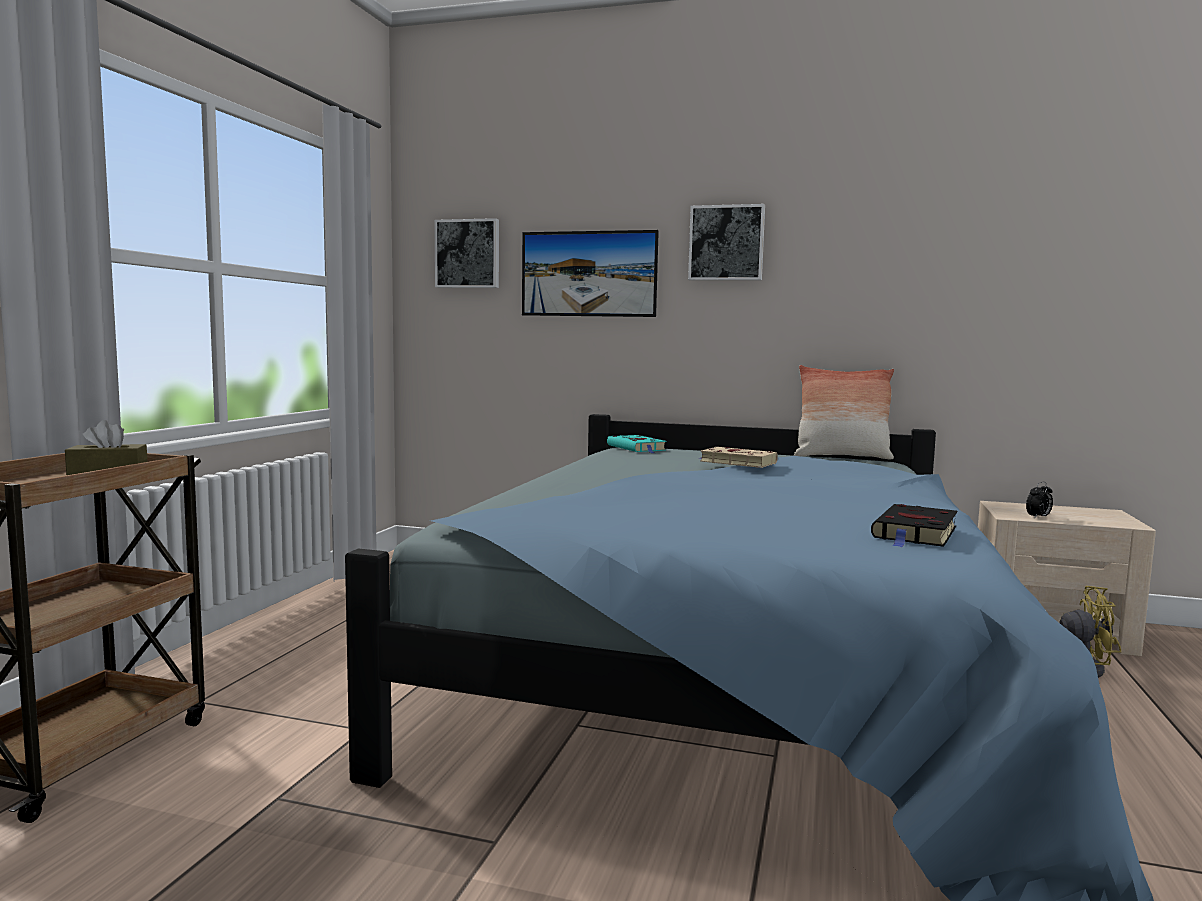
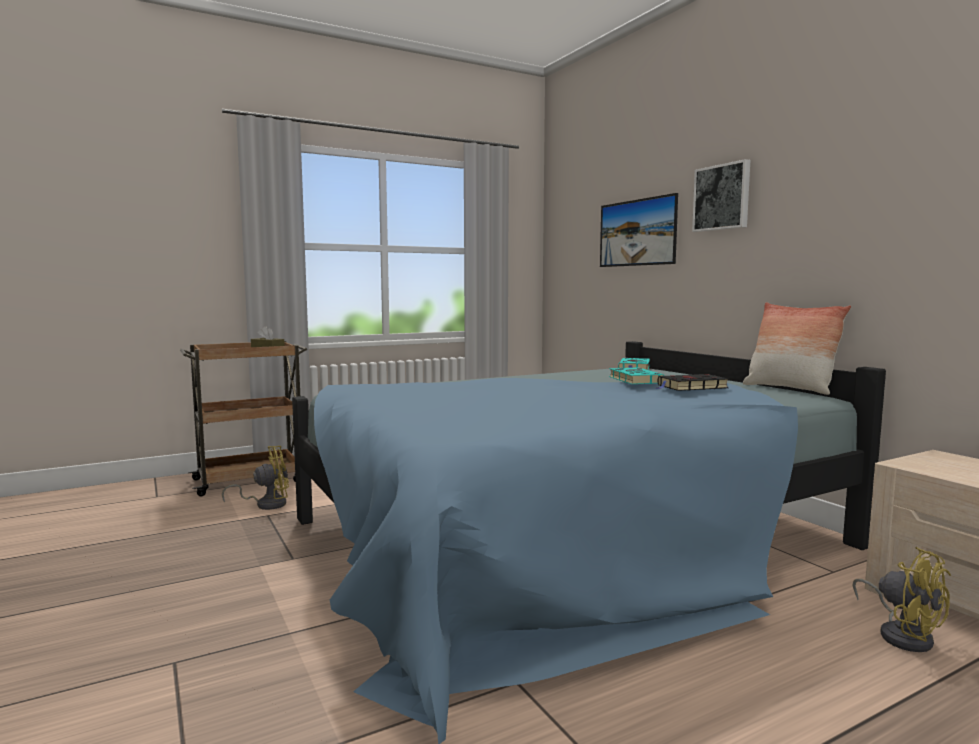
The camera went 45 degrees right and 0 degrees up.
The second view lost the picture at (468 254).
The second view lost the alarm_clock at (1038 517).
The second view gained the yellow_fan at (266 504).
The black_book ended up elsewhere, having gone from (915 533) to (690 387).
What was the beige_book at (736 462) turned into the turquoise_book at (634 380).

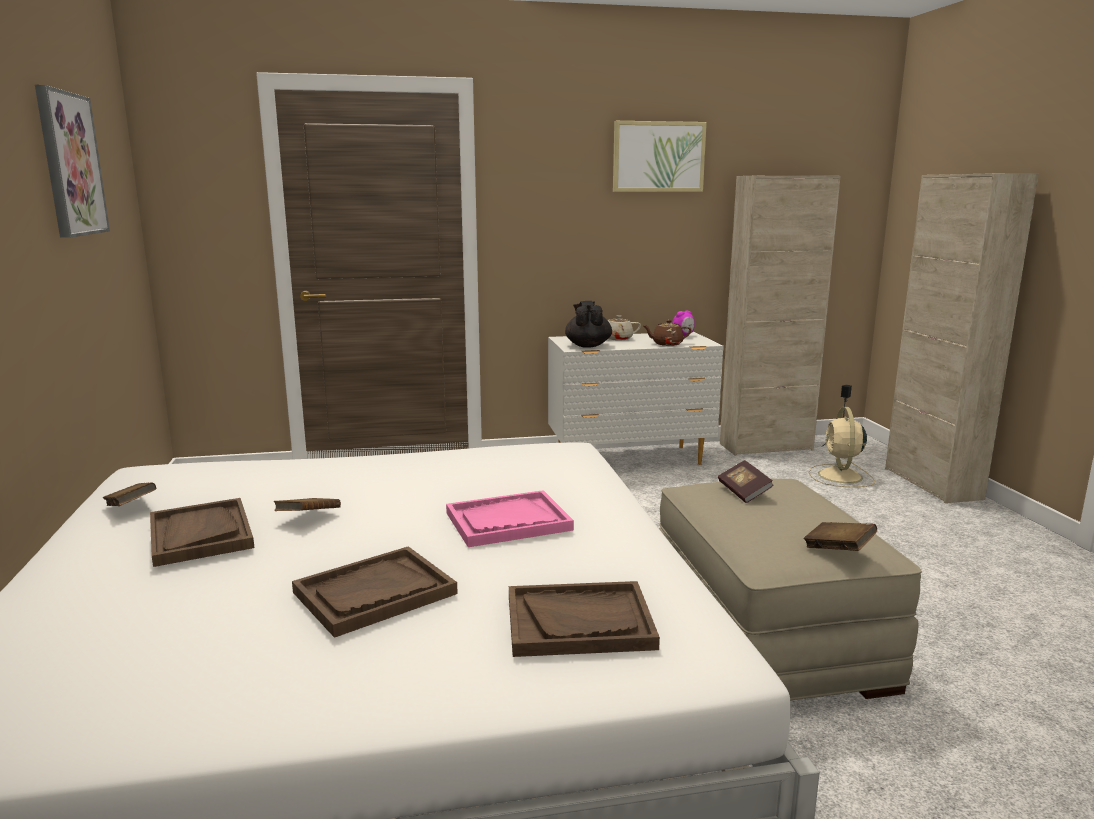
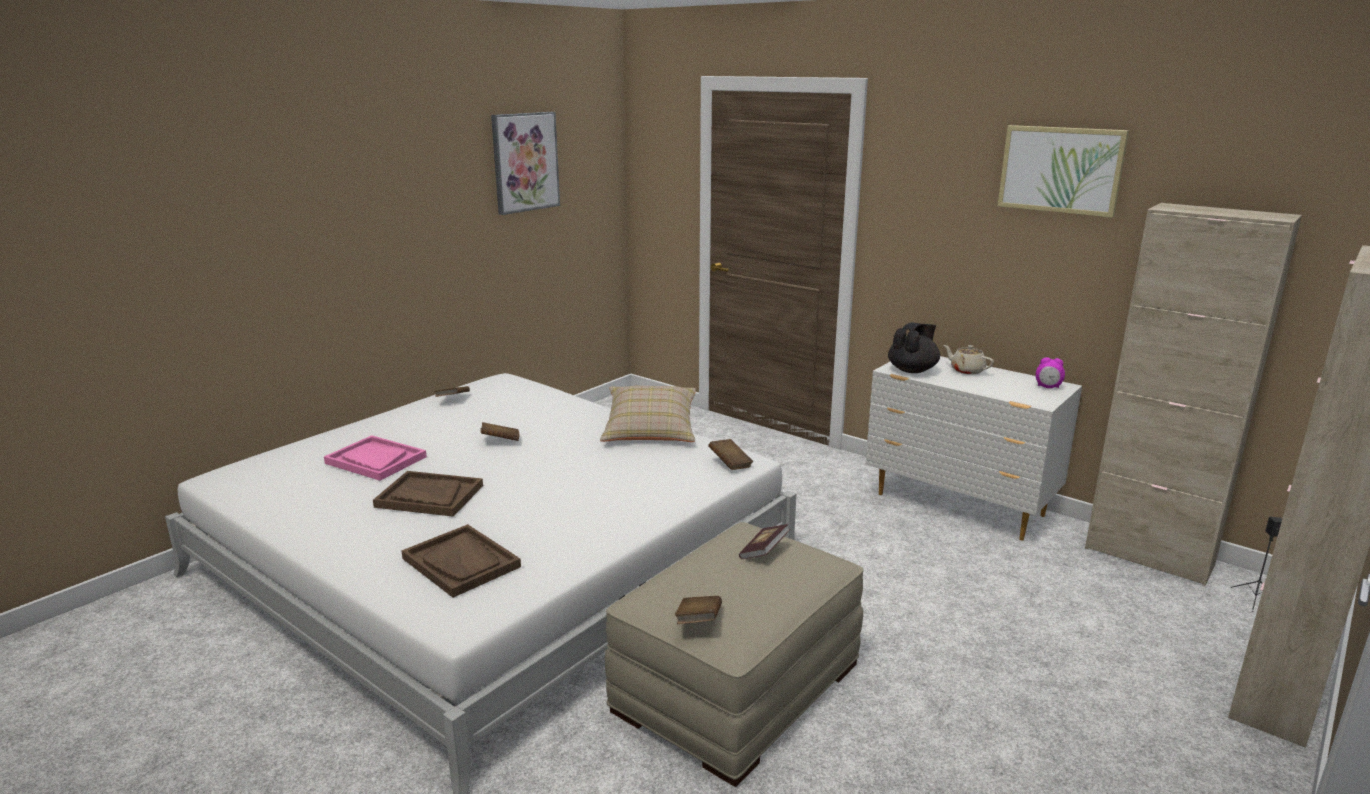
The camera went 50 degrees right and 5 degrees up.
The second view lost the brown_tray at (200 534).
The second view lost the brown_teapot at (666 344).
The second view lost the beige_fan at (840 476).
The second view gained the beige_pillow at (650 431).
The second view gained the brown_book at (730 464).
The pink_tray ended up elsewhere, having gone from (508 522) to (375 460).

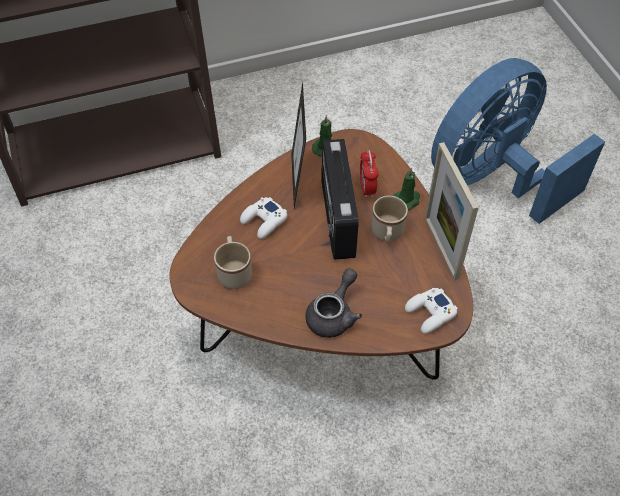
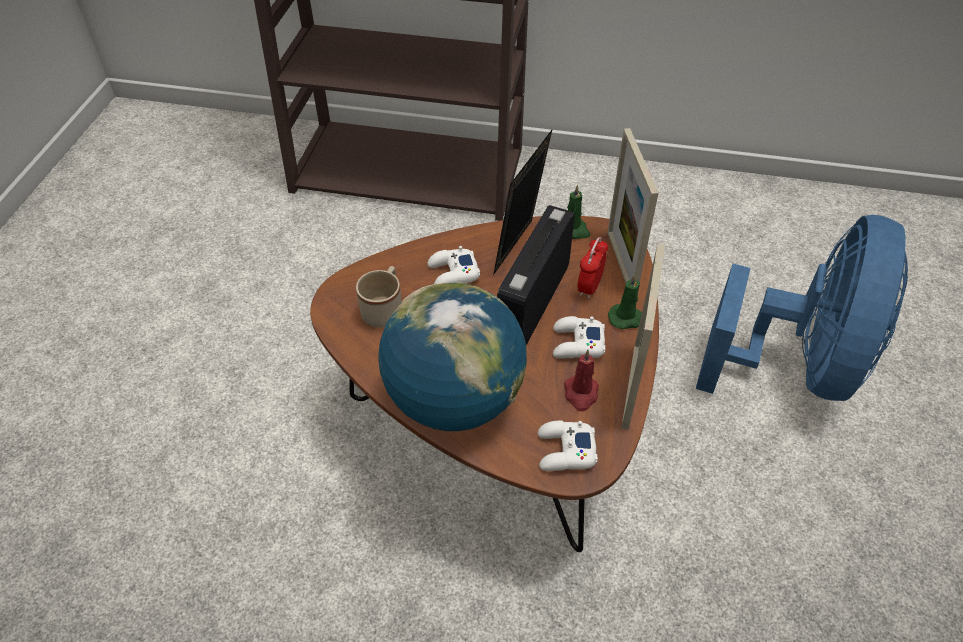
The camera went 30 degrees right and 5 degrees down.
The second view gained the red_candle at (581 394).
The second view gained the picture_frame at (621 263).
Where the grey_teapot stood at (334 315), the globe came to stand at (454 400).
Where the beige_mug stood at (387 234), the white_game_controller came to stand at (577 344).
The blue_fan at (493 179) ended up facing another way, 120 degrees clockwise from before.

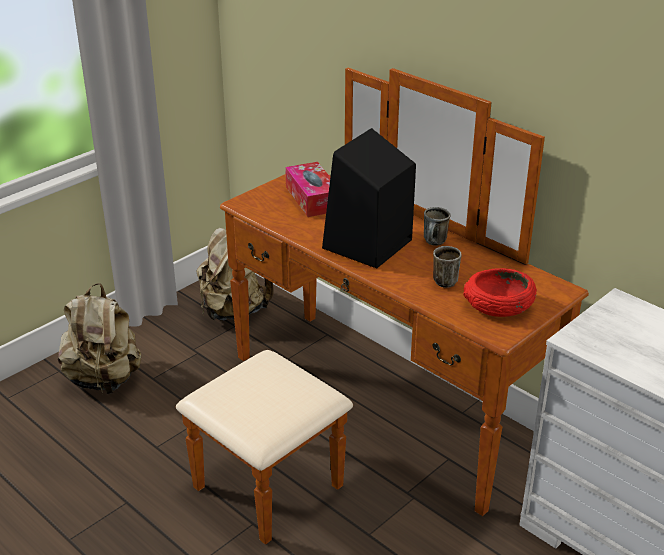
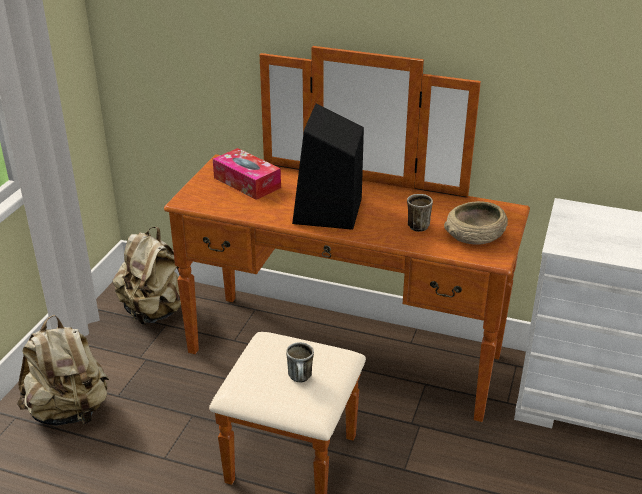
The camera went 25 degrees left and 0 degrees up.
The mug ended up elsewhere, having gone from (435 243) to (301 379).
What was the red_bowl at (499 306) turned into the beige_bowl at (475 235).

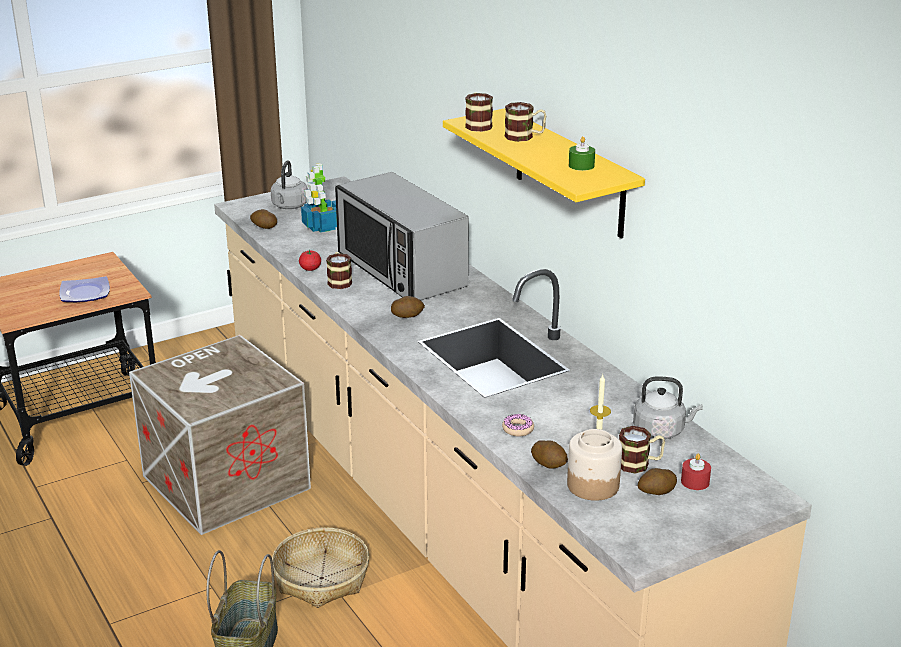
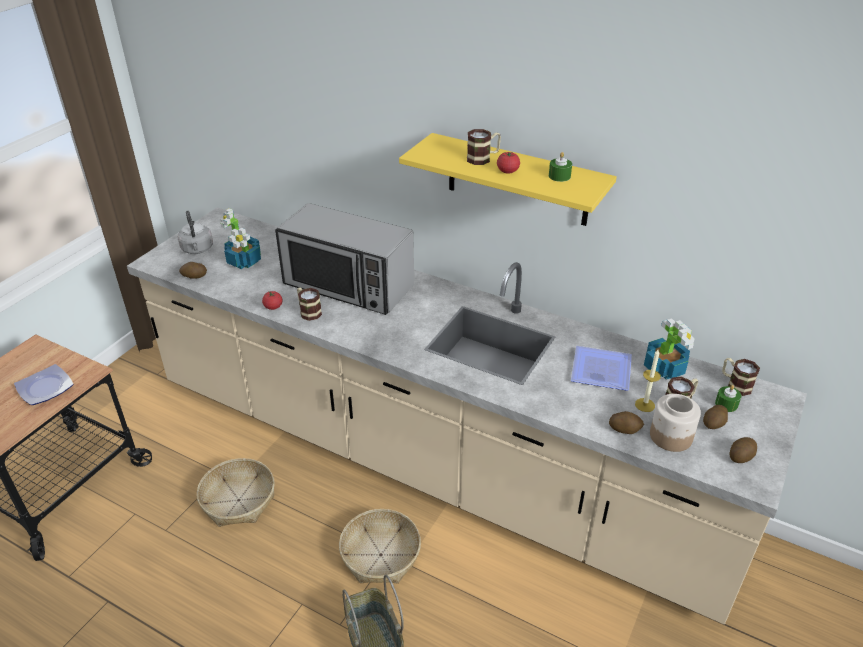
The camera went 30 degrees left and 10 degrees up.
The second view lost the donut at (518 429).
The second view gained the tomato at (507 171).
The second view gained the plate at (603 369).
The potato ended up elsewhere, having gone from (407 315) to (741 456).
The mug ended up elsewhere, having gone from (477 125) to (735 384).
Where the crate stood at (226 482), the basket came to stand at (238 500).
Where the grey_kettle stood at (661 431), the potted_plant came to stand at (664 368).
What was the red_candle at (695 481) turned into the green_candle at (726 404).

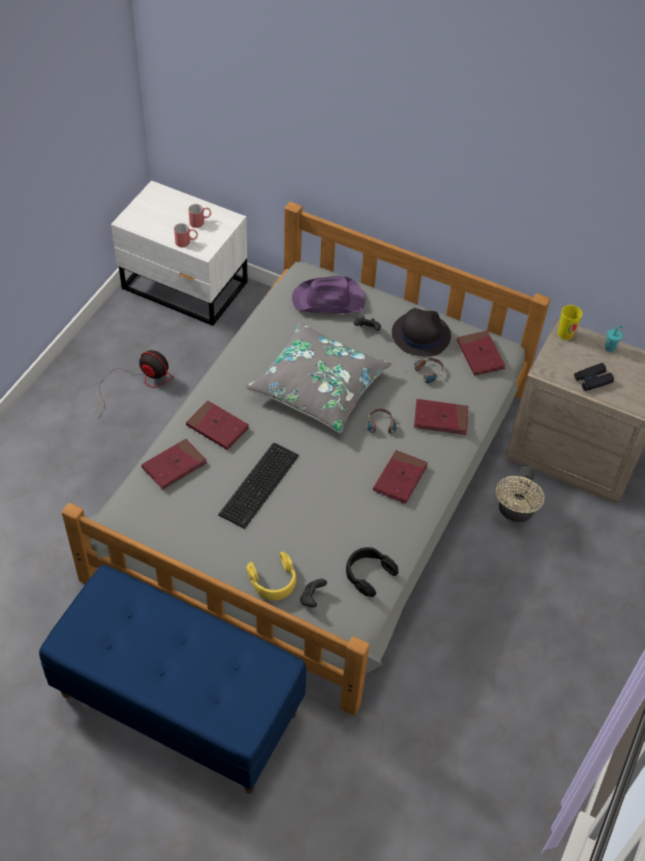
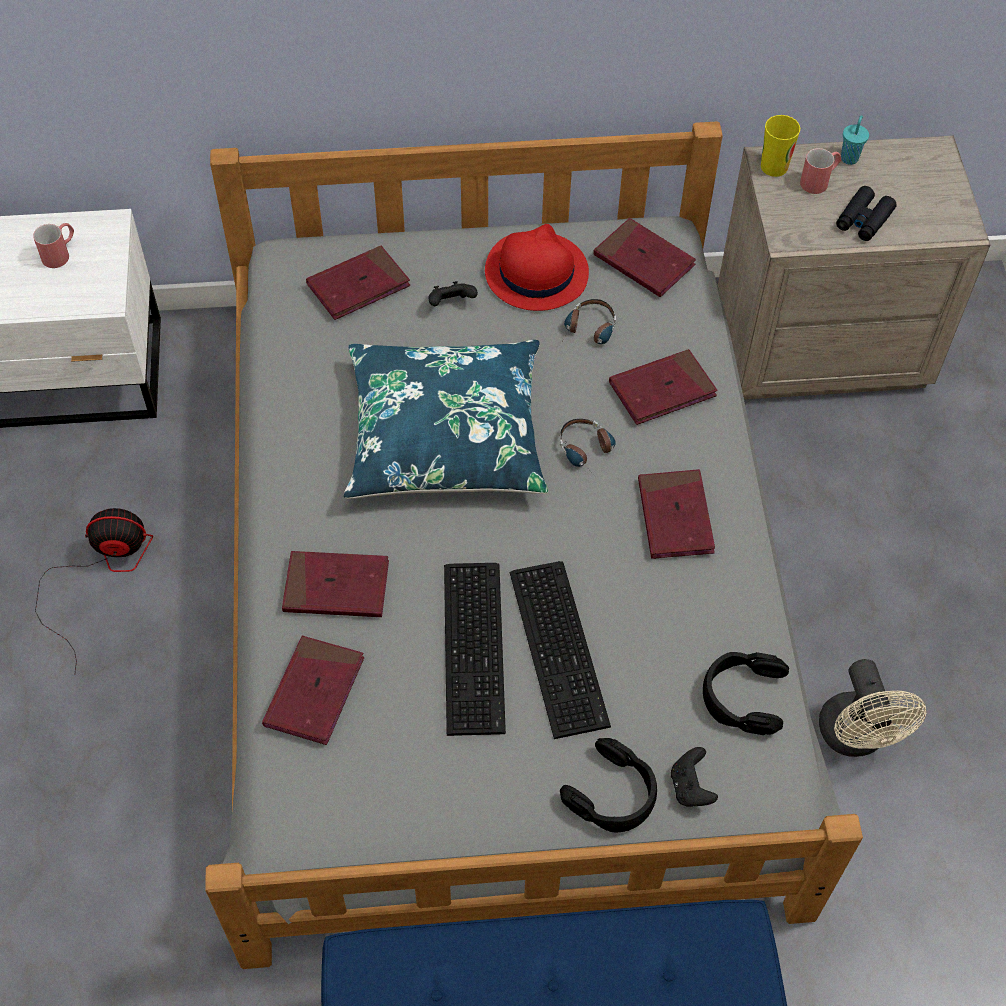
The camera went 30 degrees left and 5 degrees up.
The second view gained the keyboard at (561 645).
The red_mug ended up elsewhere, having gone from (186 242) to (819 180).
The beige_fan ended up elsewhere, having gone from (515 513) to (856 738).
Where the purple_hat stood at (329 301), the red_book came to stand at (358 286).
What was the grey_pillow at (318 386) turned into the blue_pillow at (445 434).
What was the yellow_headphones at (273 581) turned into the black_headphones at (613 794).
What was the black_hat at (420 334) turned into the red_hat at (535 272).

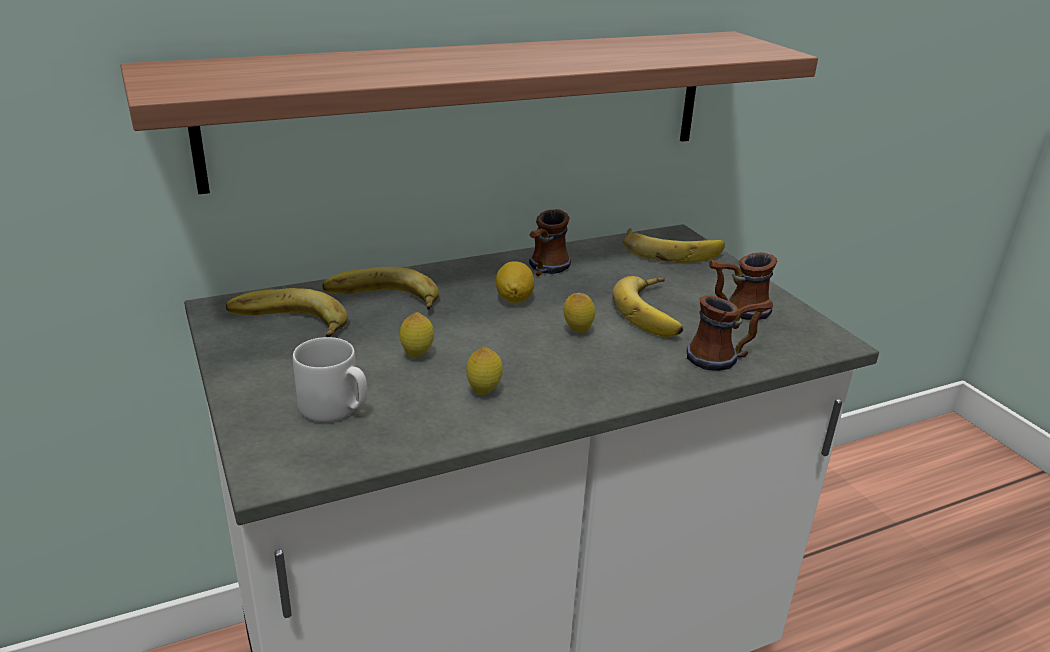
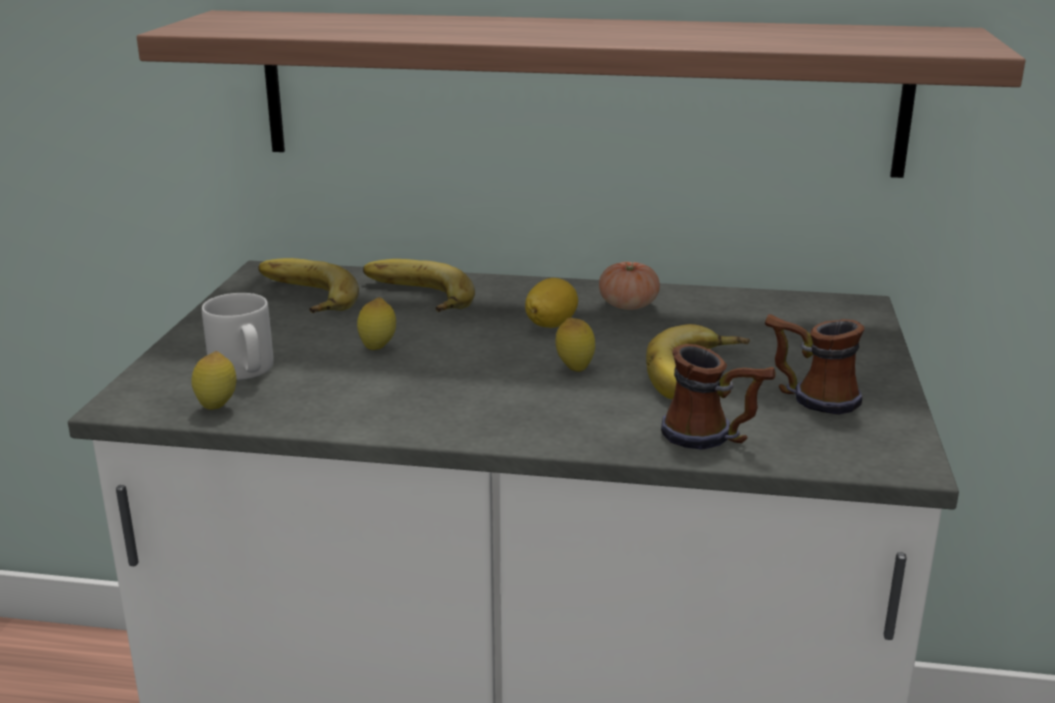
The camera went 35 degrees right and 5 degrees down.
The second view lost the banana at (671 250).
The lemon ended up elsewhere, having gone from (483 392) to (217 408).
Where the mug stood at (544 269), the tomato came to stand at (628 305).

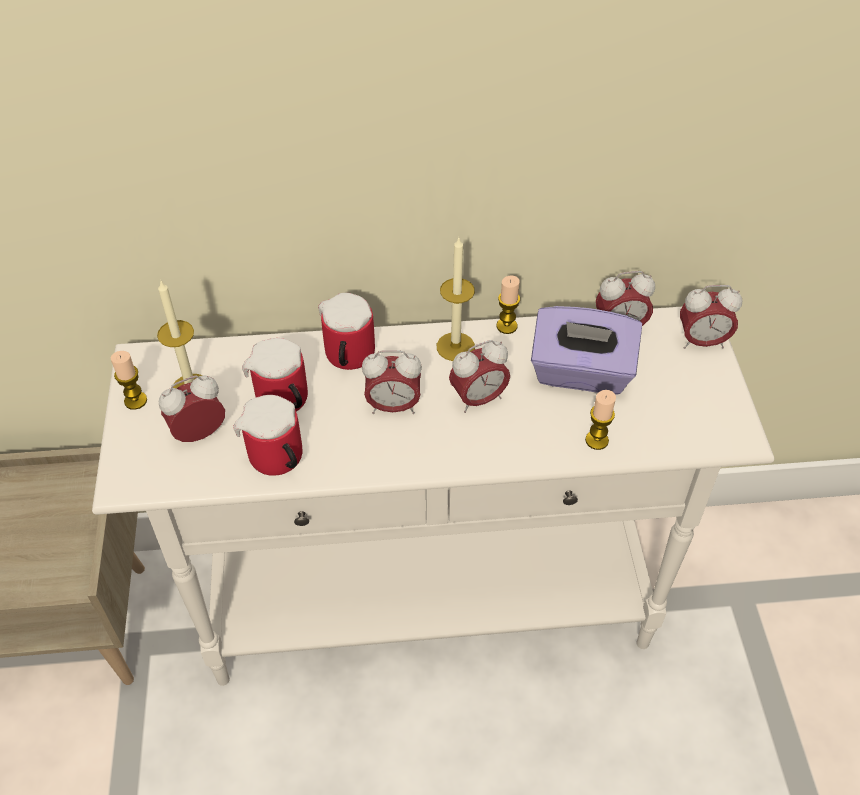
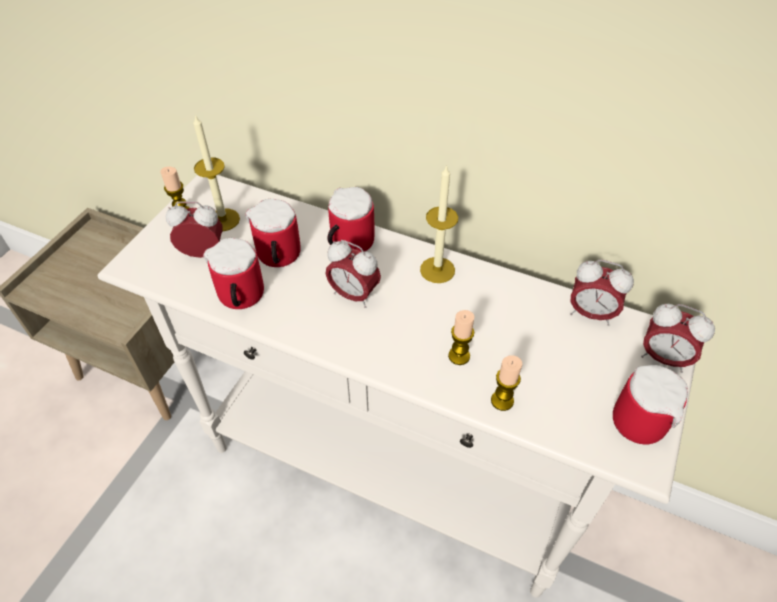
The camera went 30 degrees right and 0 degrees up.
The second view lost the alarm_clock at (478 399).
The second view lost the purple_tissue_box at (581 373).
The second view gained the mug at (645 419).
The candle ended up elsewhere, having gone from (506 326) to (459 356).

